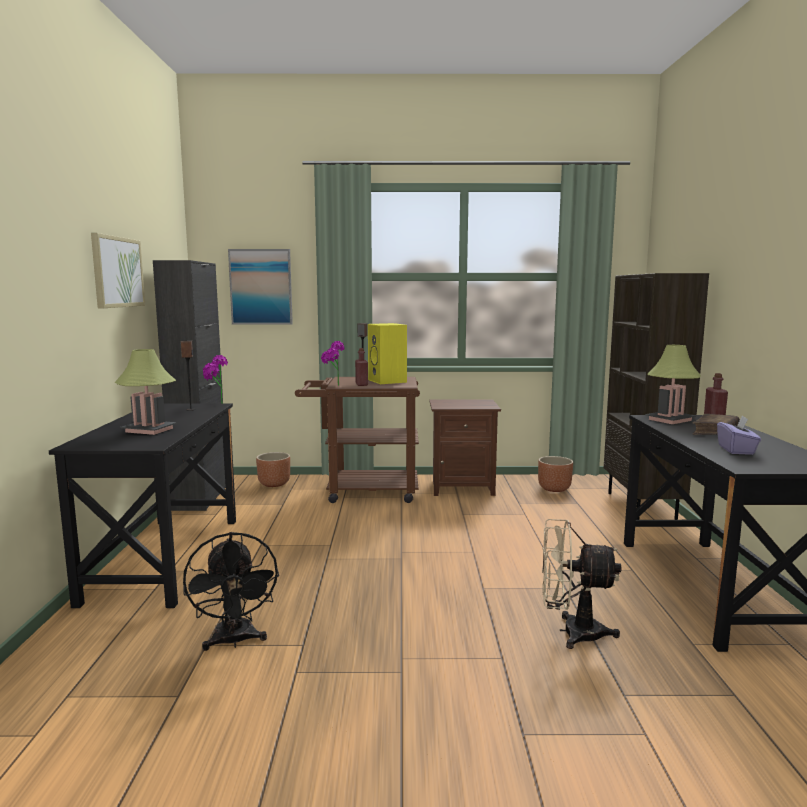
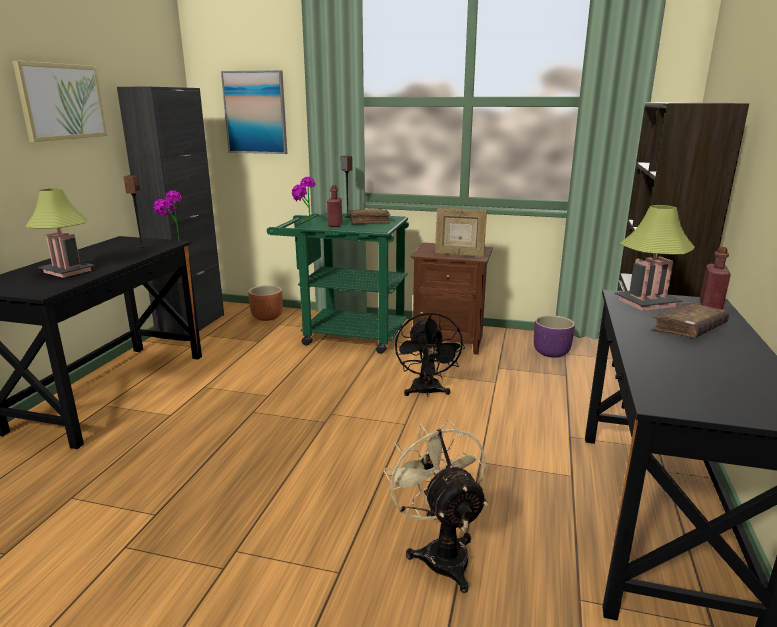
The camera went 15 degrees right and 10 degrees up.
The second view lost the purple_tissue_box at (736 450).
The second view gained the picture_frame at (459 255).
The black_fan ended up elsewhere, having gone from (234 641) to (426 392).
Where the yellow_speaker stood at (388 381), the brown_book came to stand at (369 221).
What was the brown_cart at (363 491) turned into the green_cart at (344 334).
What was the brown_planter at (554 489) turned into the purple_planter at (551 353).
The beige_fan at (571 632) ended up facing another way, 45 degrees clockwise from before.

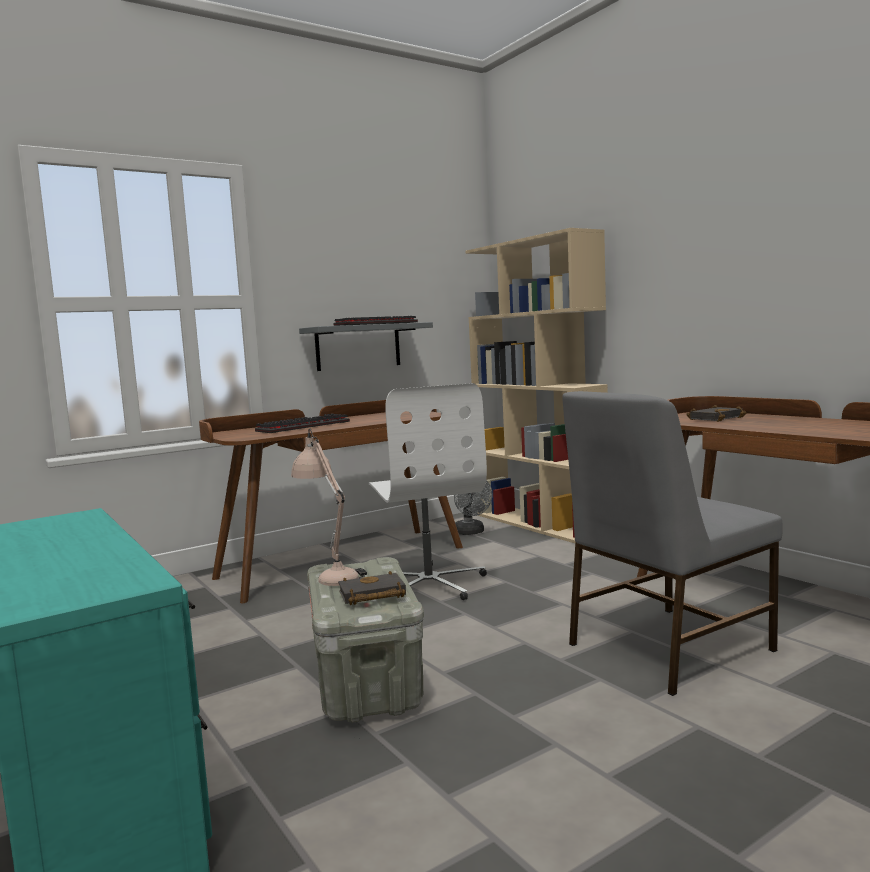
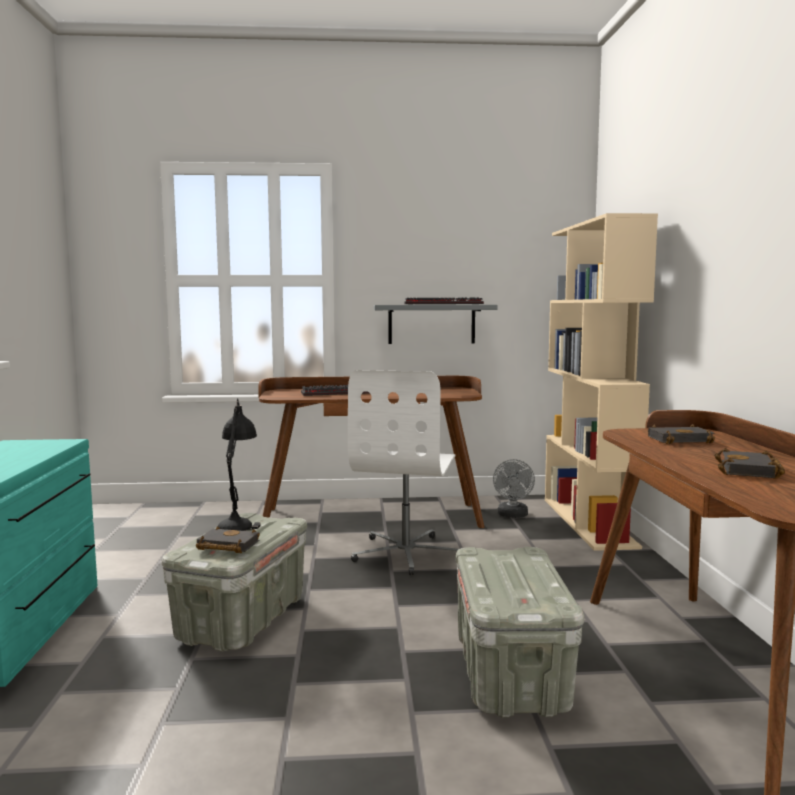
The camera went 30 degrees right and 0 degrees up.
The second view gained the black_book at (750 471).
Where the grey_chair stood at (666 647), the grey_storage_box came to stand at (510 673).
What was the beige_table_lamp at (330 573) turned into the black_table_lamp at (239 521).

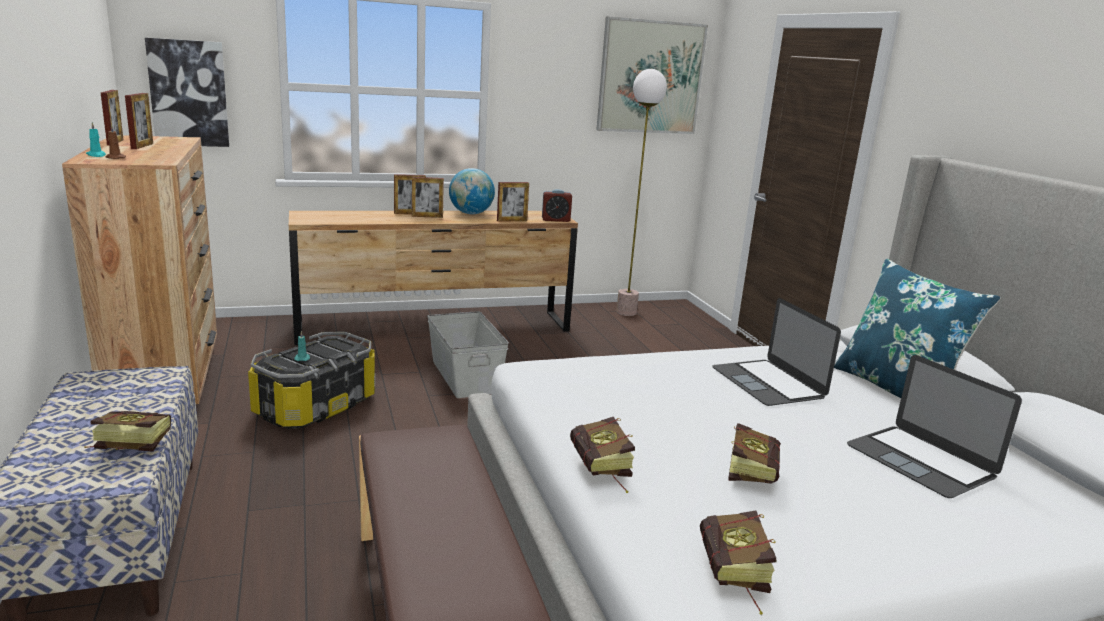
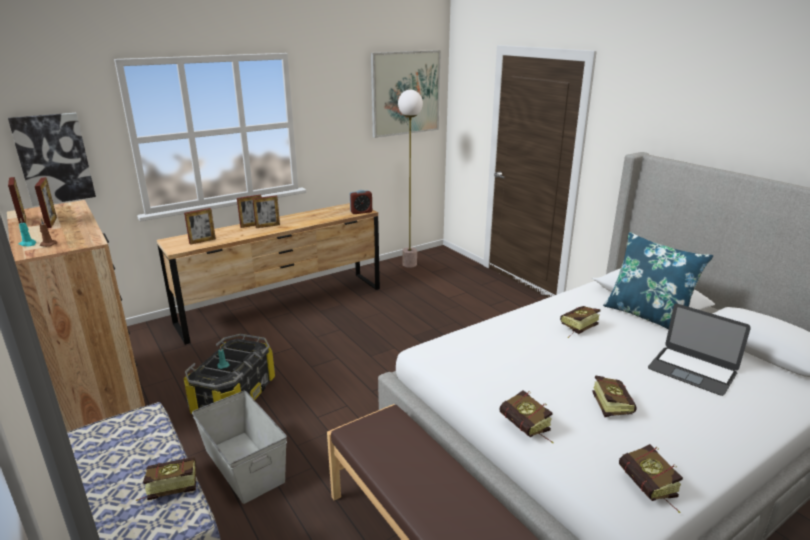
The camera went 15 degrees left and 5 degrees up.
The second view lost the globe at (471 213).
The grey_storage_box ended up elsewhere, having gone from (465 376) to (244 464).
The picture_frame ended up elsewhere, having gone from (512 220) to (202 241).
Where the laptop stood at (768 382), the book came to stand at (576 329).

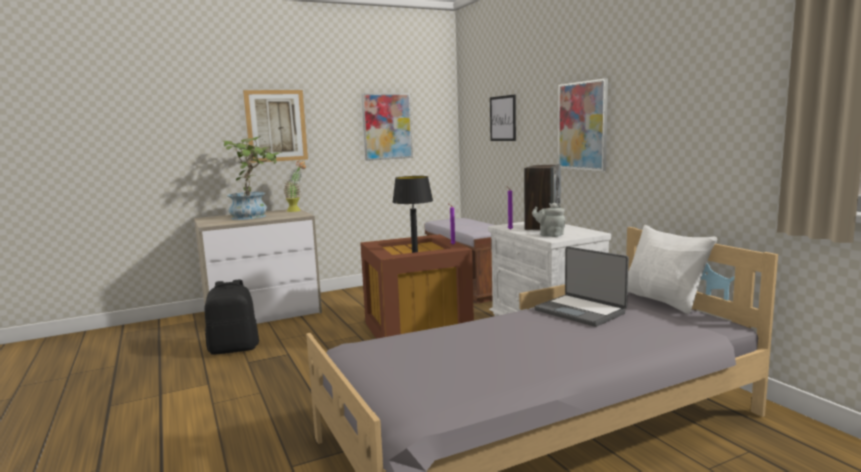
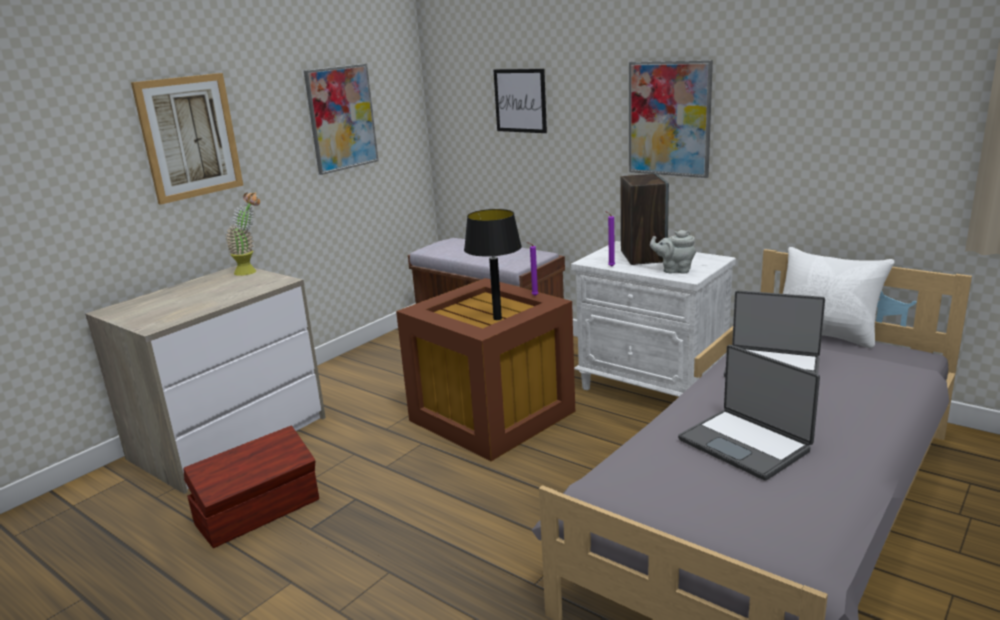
The camera went 25 degrees left and 10 degrees up.
The second view lost the potted_plant at (254 216).
The second view gained the laptop at (745 444).
Where the black_backpack stood at (234 349), the brown_storage_box came to stand at (260 512).

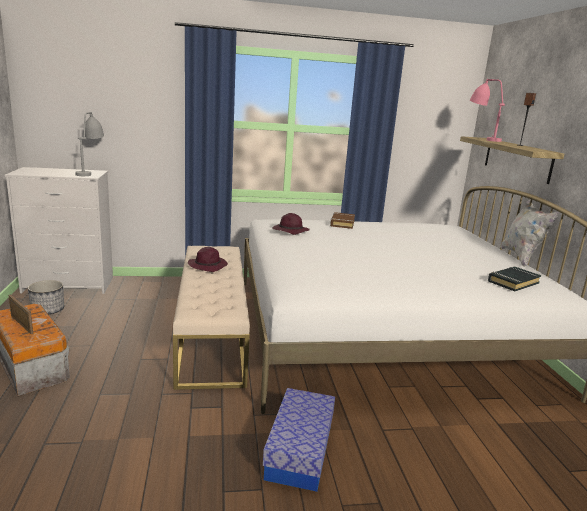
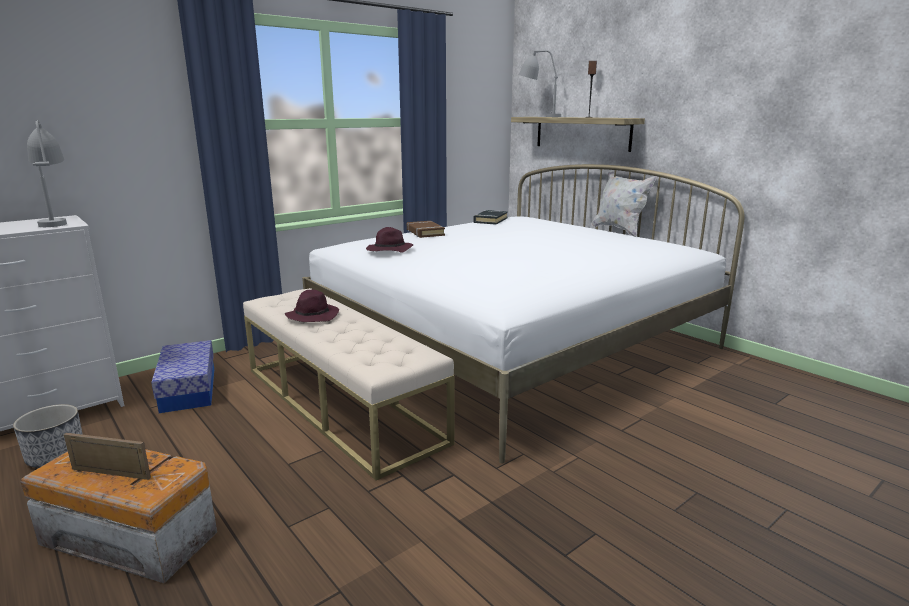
The camera went 30 degrees left and 0 degrees up.
The storage_box ended up elsewhere, having gone from (299 451) to (188 389).
The black_book ended up elsewhere, having gone from (513 282) to (490 220).
What was the pink_table_lamp at (480 139) turned into the grey_table_lamp at (537 116).

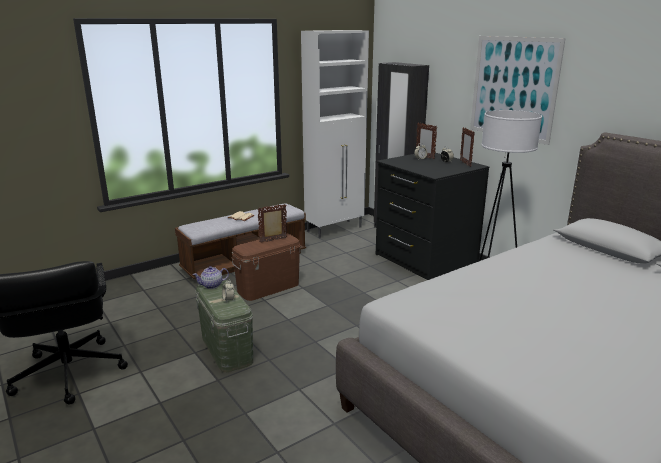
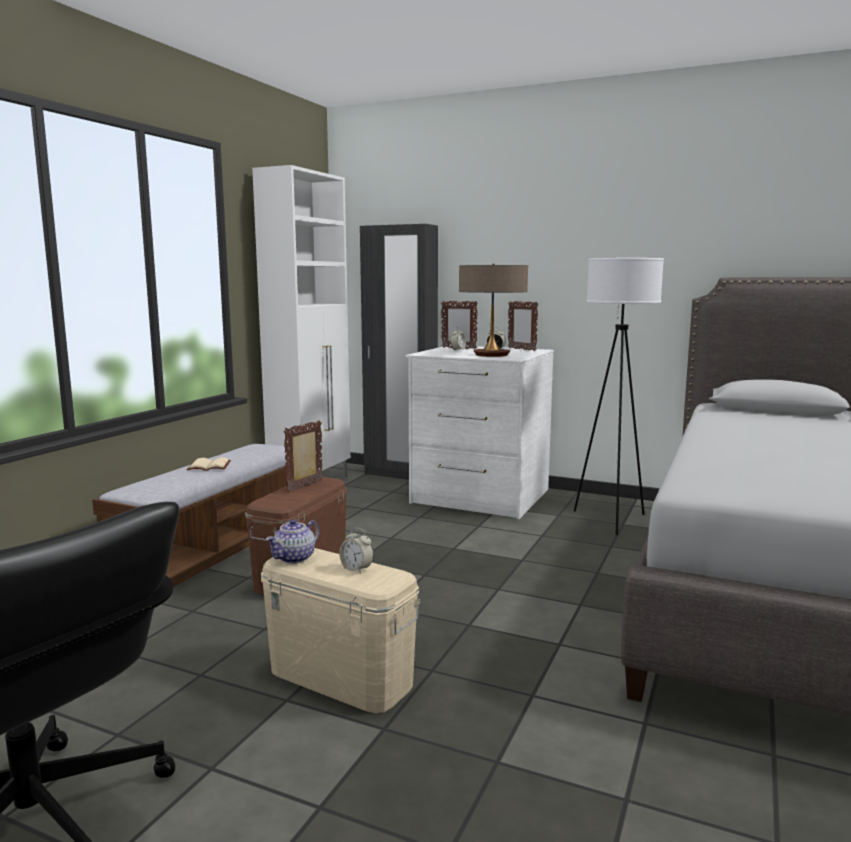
The camera went 30 degrees left and 10 degrees down.
The second view lost the picture at (513 88).
The second view gained the table_lamp at (491 355).
What was the green_storage_box at (227 349) turned into the beige_storage_box at (341 677).
What was the black_dresser at (424 259) turned into the white_dresser at (479 497).

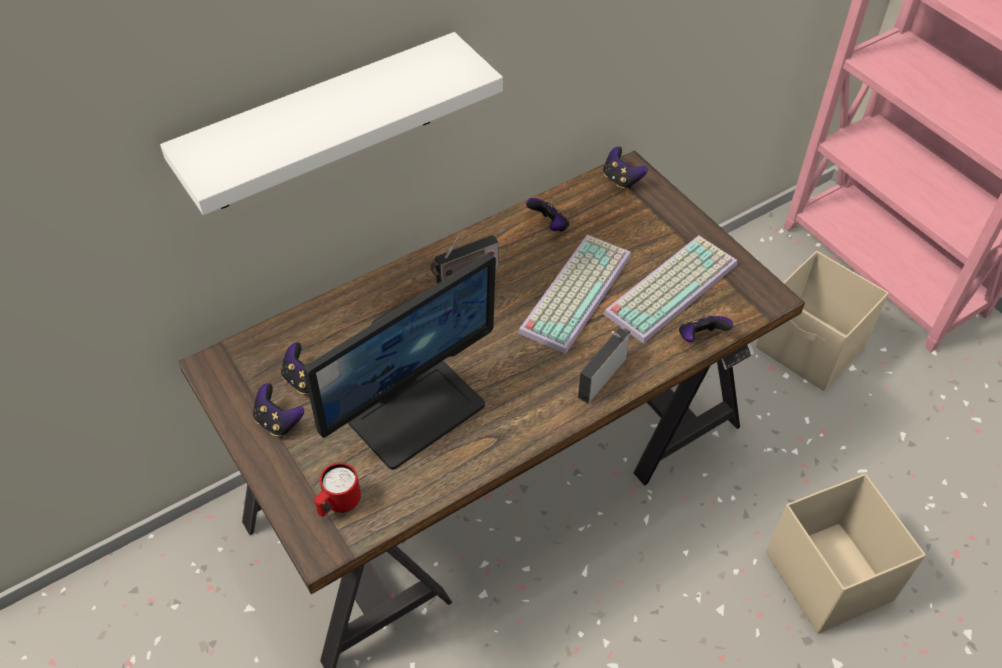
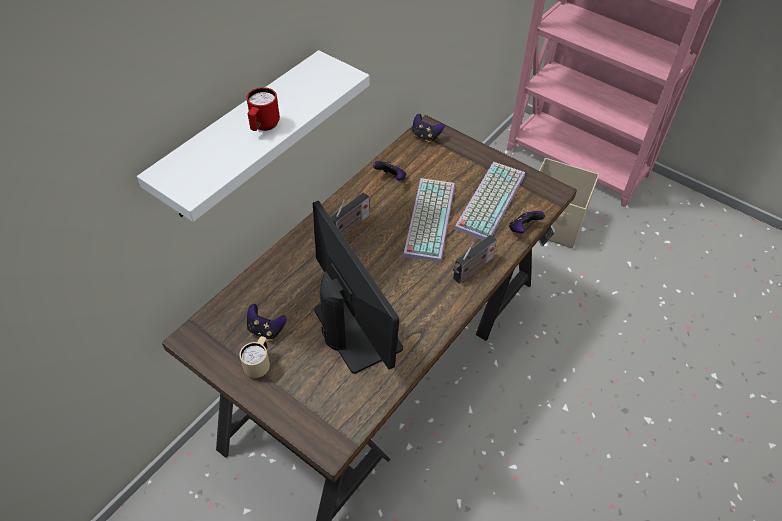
The camera went 20 degrees left and 0 degrees up.
The second view lost the beige_storage_box at (828 575).
The red_mug ended up elsewhere, having gone from (339 504) to (263 126).
Where the game_controller stood at (278 422), the beige_mug came to stand at (259 365).
The monitor at (415 410) ended up facing another way, 60 degrees counterclockwise from before.
The radio at (603 375) ended up facing another way, 150 degrees counterclockwise from before.

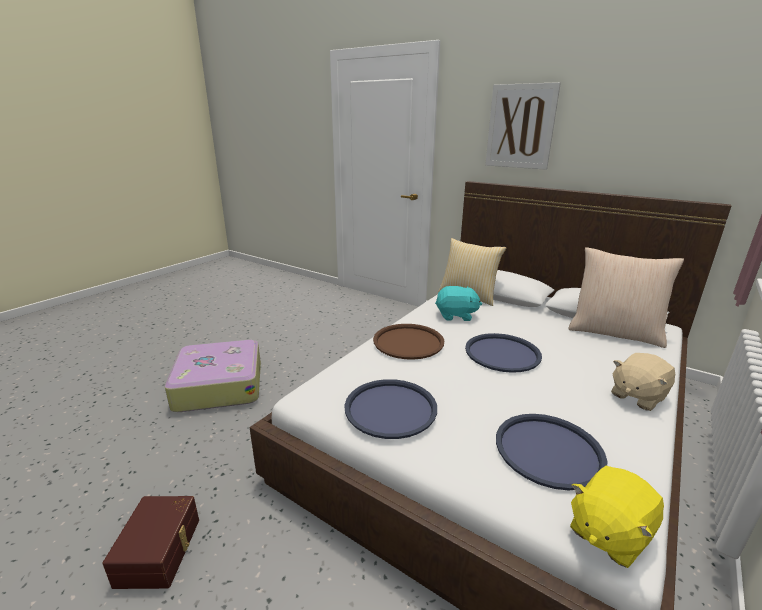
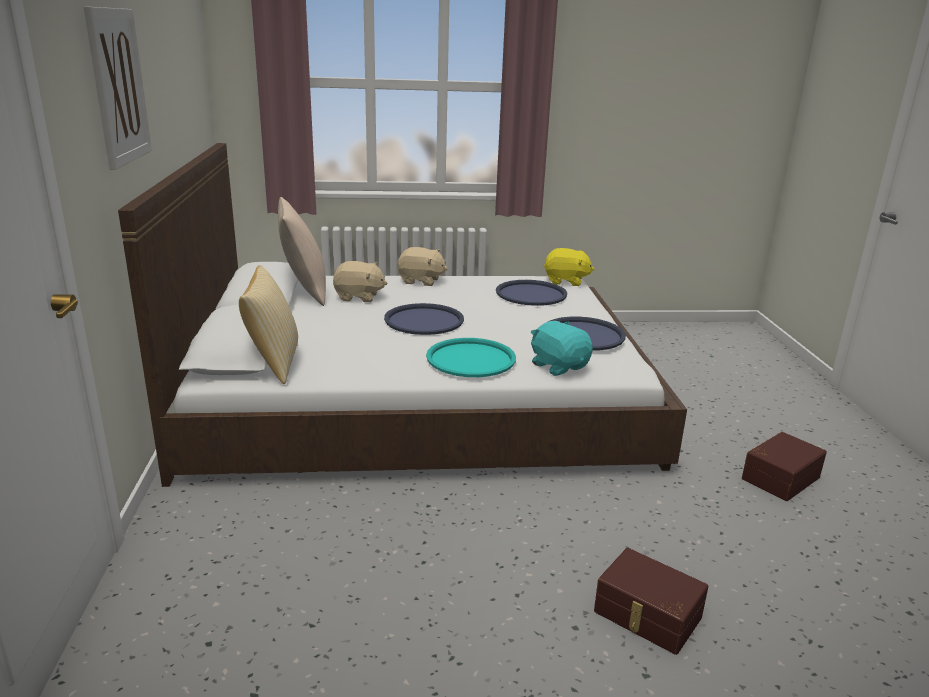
The camera went 130 degrees left and 0 degrees up.
The second view gained the beige_plush_toy at (359 297).
The turquoise_plush_toy ended up elsewhere, having gone from (456 315) to (559 366).
Where the suitcase stood at (219 385), the brown_storage_box came to stand at (646 615).
What was the brown_tray at (408 342) turned into the turquoise_tray at (470 359).

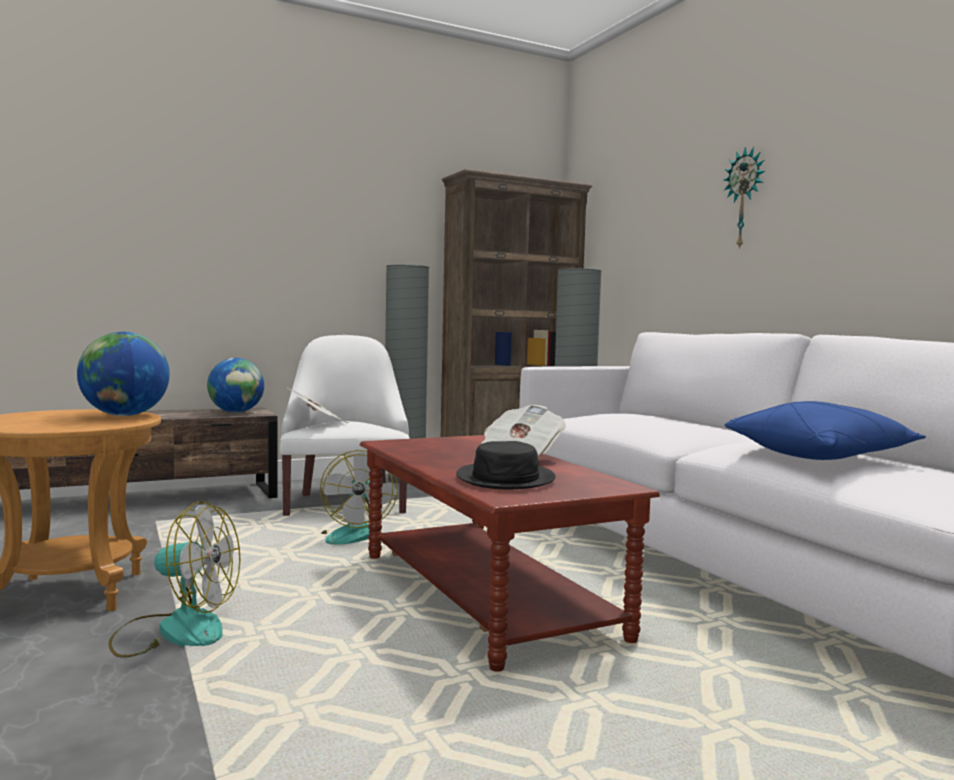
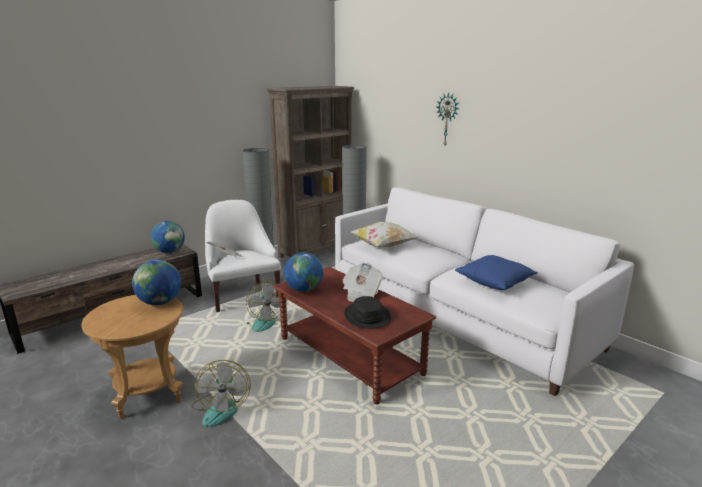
The camera went 15 degrees left and 15 degrees up.
The second view gained the globe at (304 290).
The second view gained the pillow at (383 246).
The fan at (175 631) ended up facing another way, 90 degrees clockwise from before.

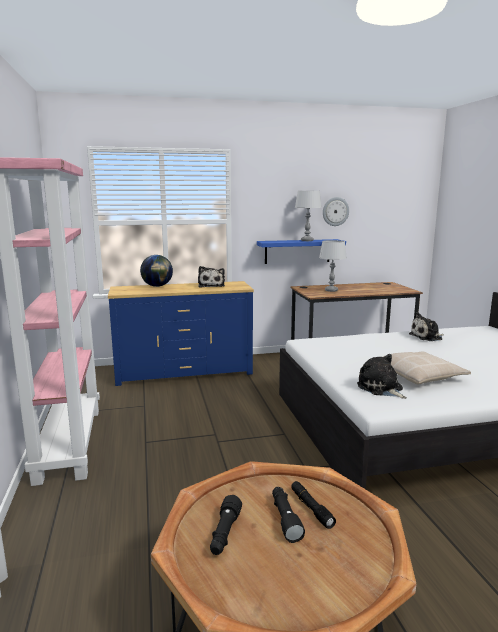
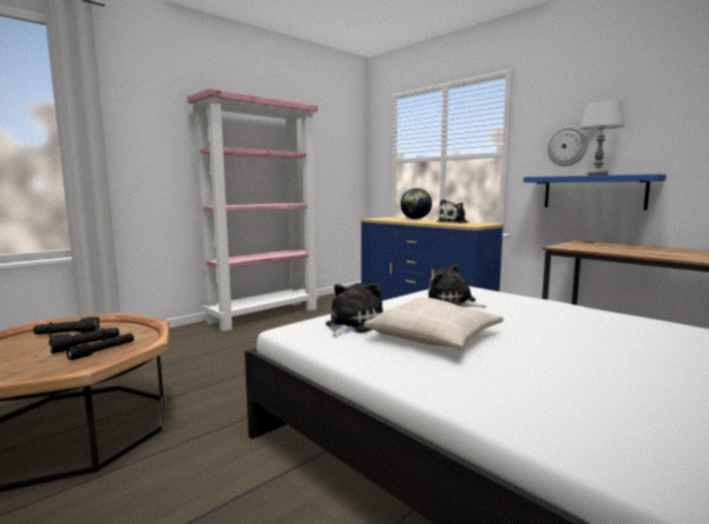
The camera went 60 degrees right and 5 degrees down.
The second view lost the grey_table_lamp at (331 290).
The wall_clock ended up elsewhere, having gone from (335 211) to (567 146).
The plush_toy ended up elsewhere, having gone from (427 337) to (453 302).

